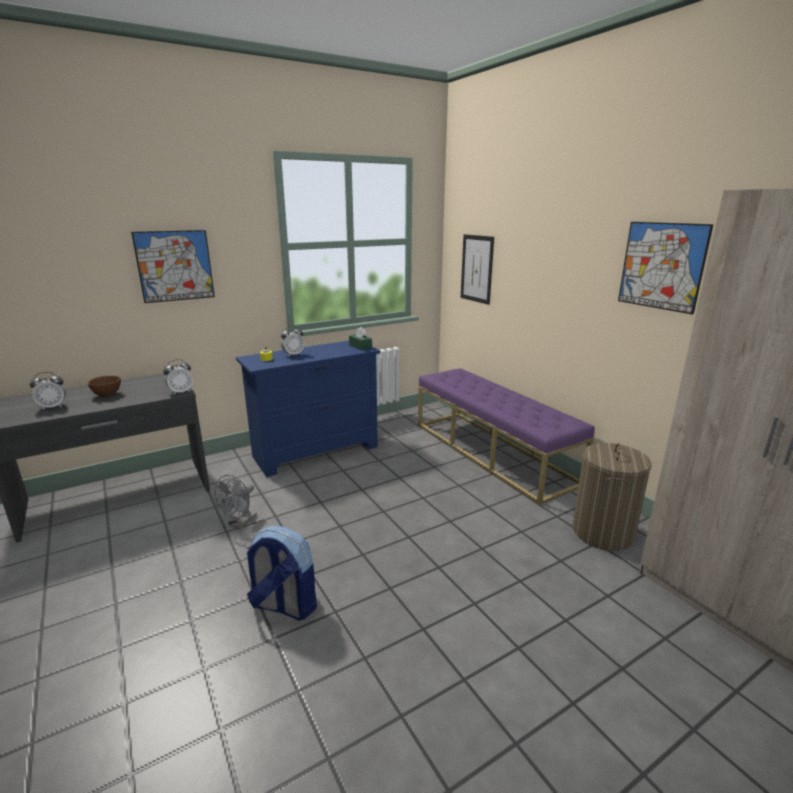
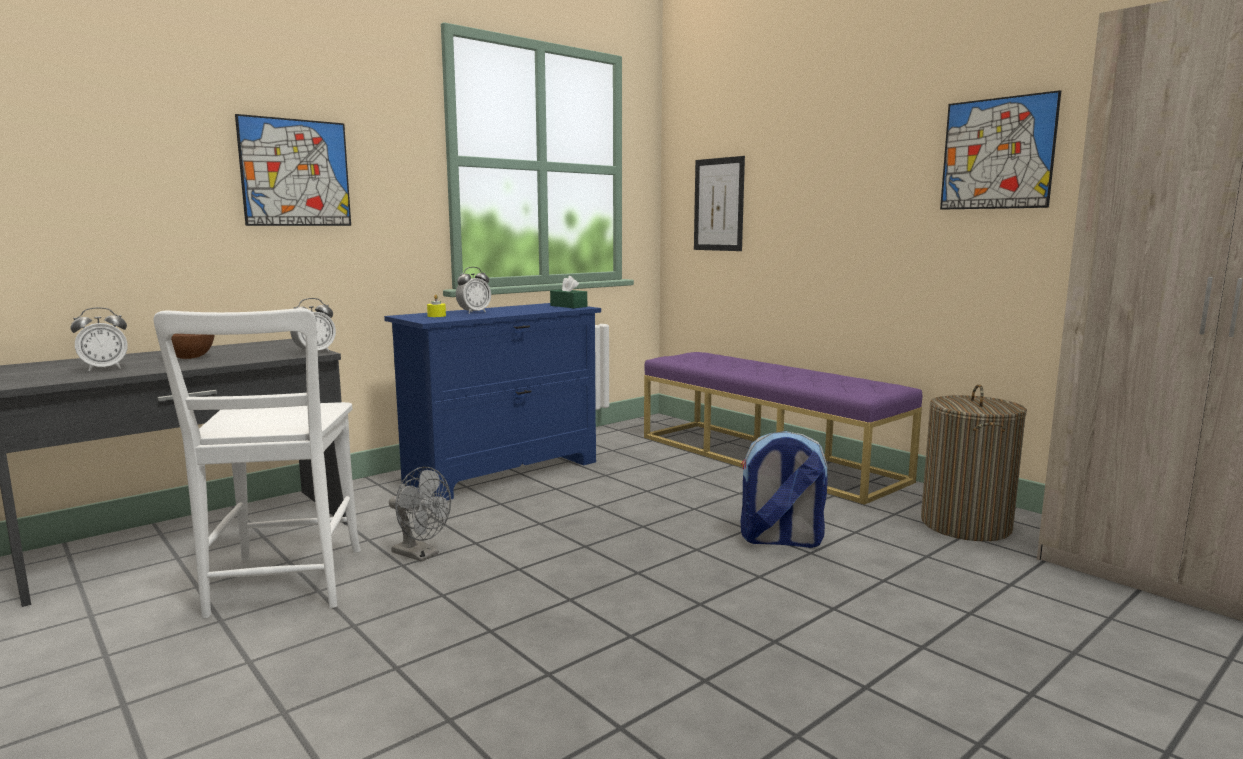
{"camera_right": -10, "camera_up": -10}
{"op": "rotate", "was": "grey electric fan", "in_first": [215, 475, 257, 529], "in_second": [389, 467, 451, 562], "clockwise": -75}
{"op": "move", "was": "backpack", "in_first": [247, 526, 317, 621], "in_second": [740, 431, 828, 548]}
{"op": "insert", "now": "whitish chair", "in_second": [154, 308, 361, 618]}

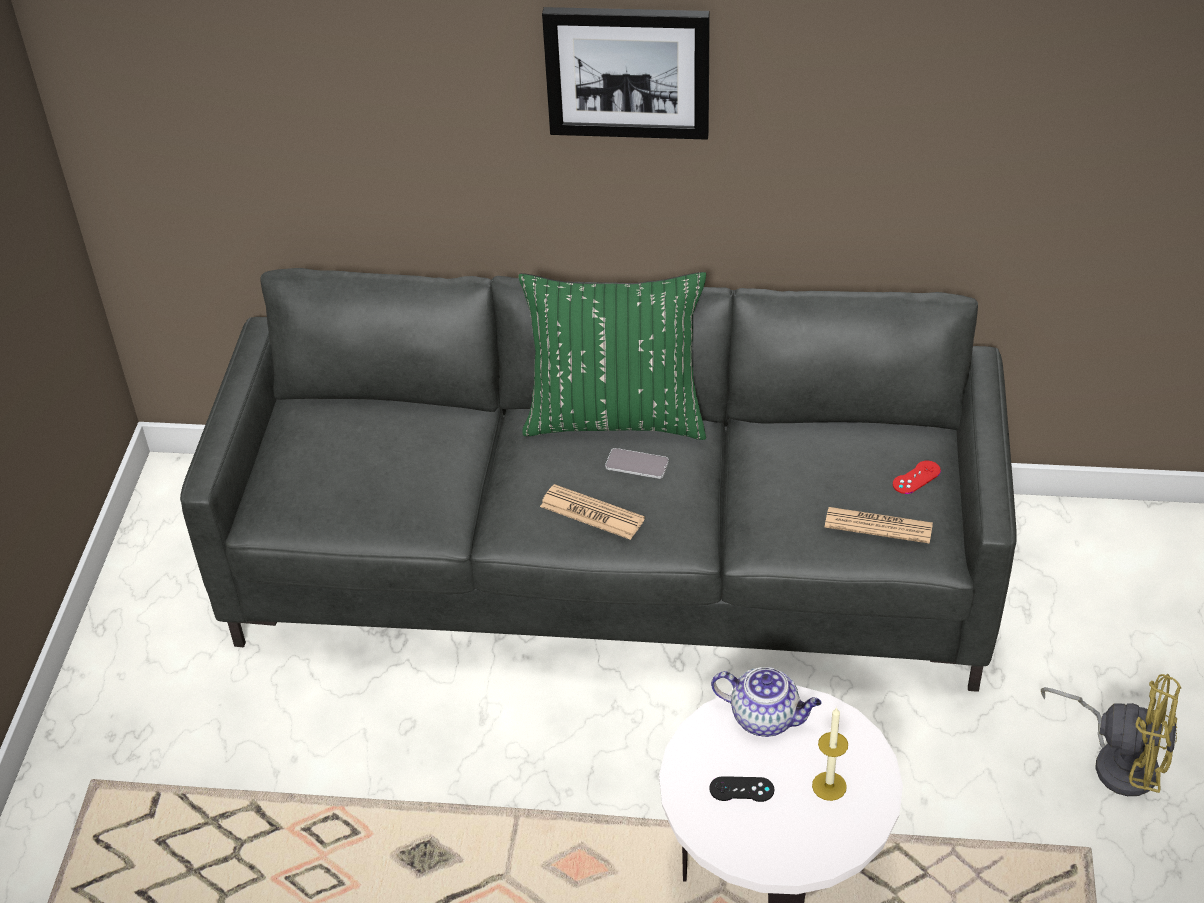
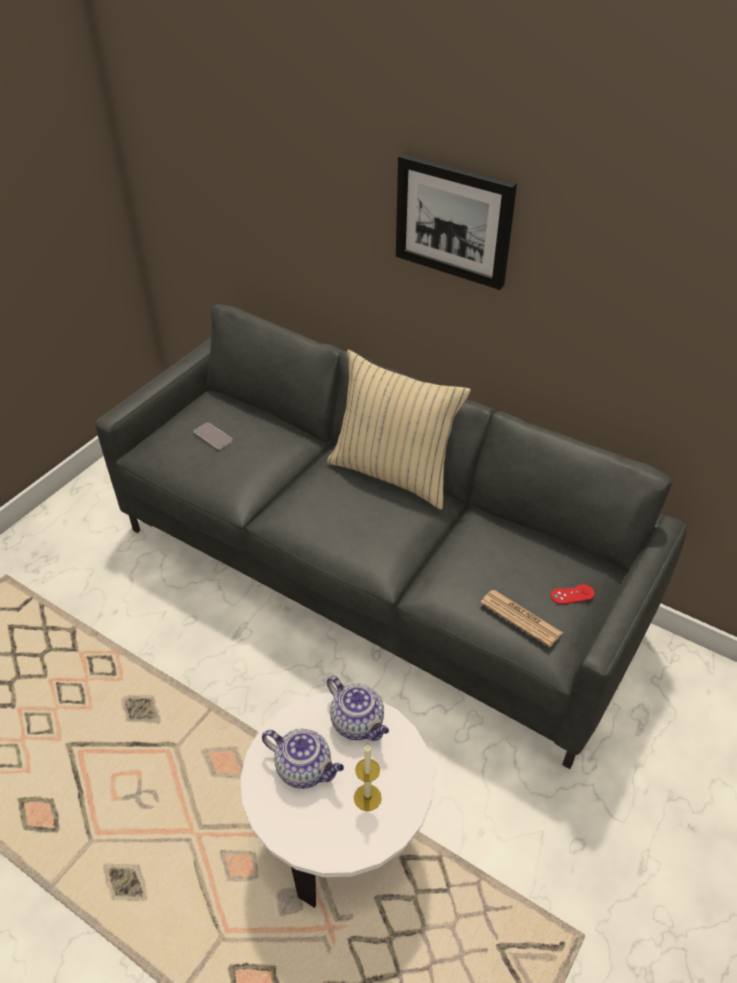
{"camera_right": 25, "camera_up": 0}
{"op": "recolor", "was": "green-coloured cushion", "now": "beige cushion", "in_first": [519, 272, 706, 440], "in_second": [327, 350, 471, 510]}
{"op": "move", "was": "phone", "in_first": [605, 448, 669, 479], "in_second": [194, 423, 233, 450]}
{"op": "delete", "was": "newspaper", "in_first": [540, 484, 645, 540]}
{"op": "delete", "was": "yellow-coloured electric fan", "in_first": [1041, 674, 1181, 796]}
{"op": "replace", "was": "black game controller", "now": "teapot", "in_first": [709, 776, 774, 802], "in_second": [262, 729, 344, 789]}

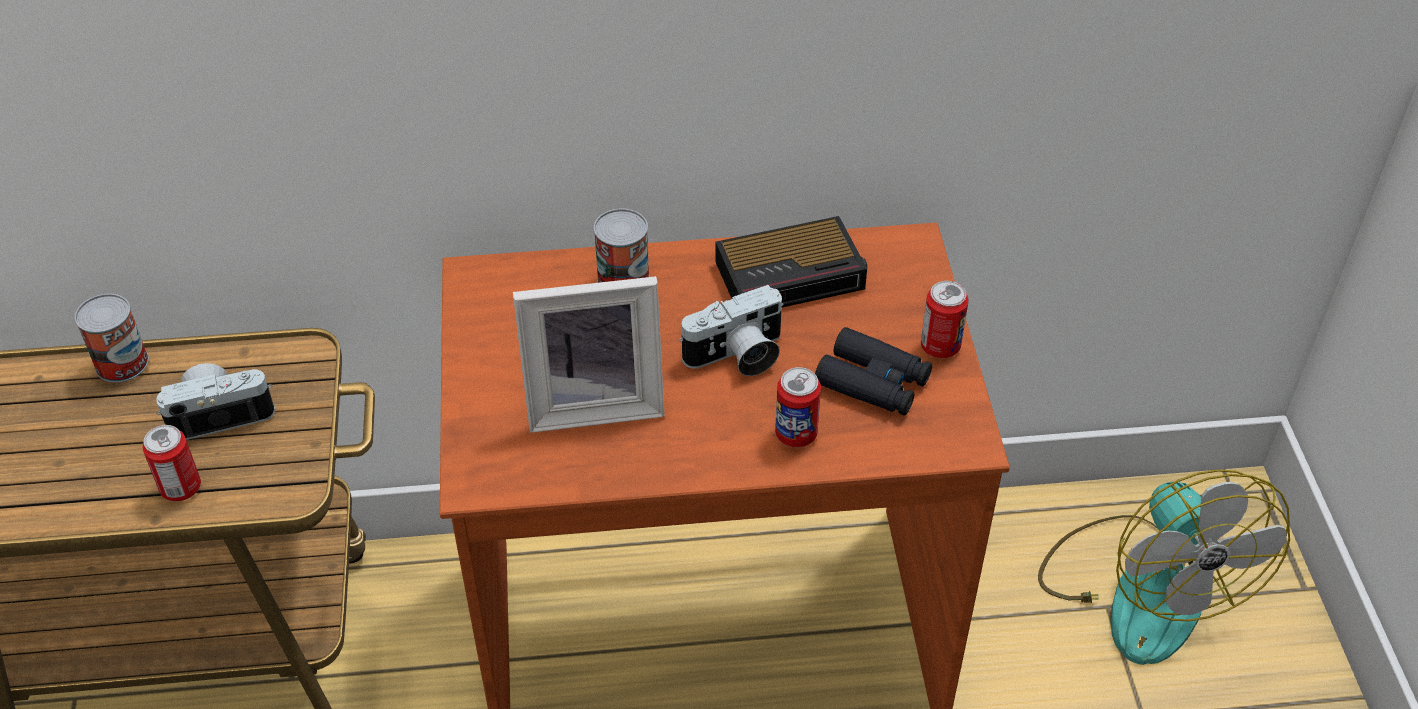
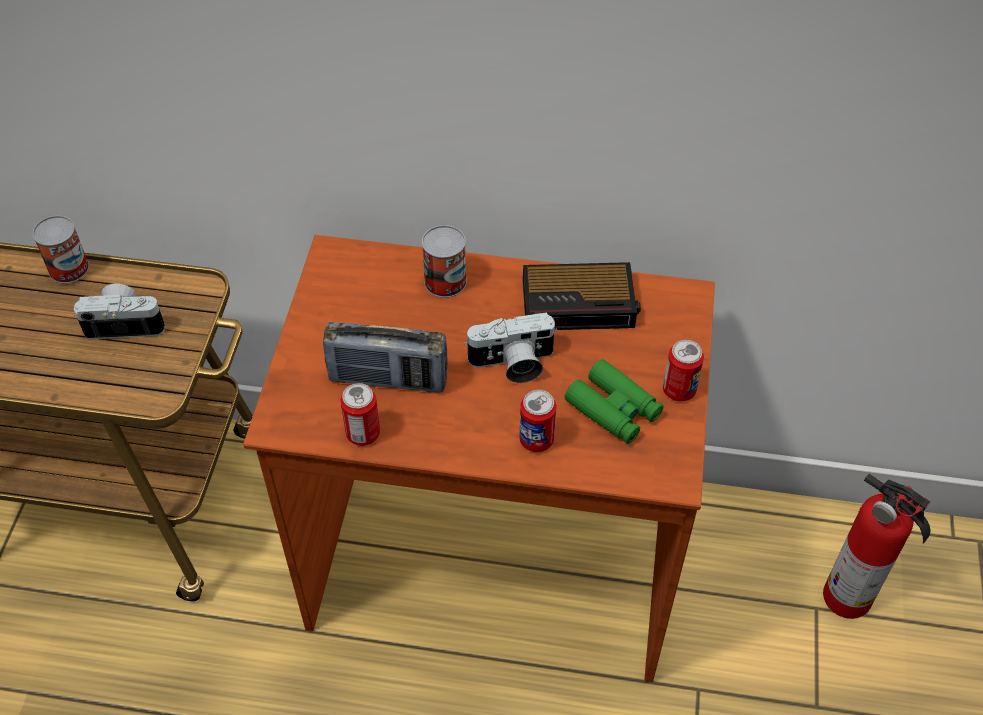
{"camera_right": 15, "camera_up": 5}
{"op": "replace", "was": "photo frame", "now": "radio", "in_first": [513, 276, 665, 433], "in_second": [323, 322, 447, 392]}
{"op": "recolor", "was": "black field glasses", "now": "green-coloured field glasses", "in_first": [815, 327, 932, 415], "in_second": [565, 359, 664, 444]}
{"op": "move", "was": "can", "in_first": [143, 425, 201, 501], "in_second": [340, 383, 380, 446]}
{"op": "replace", "was": "electric fan", "now": "fire-fighting cylinder", "in_first": [1038, 469, 1290, 665], "in_second": [823, 474, 931, 619]}

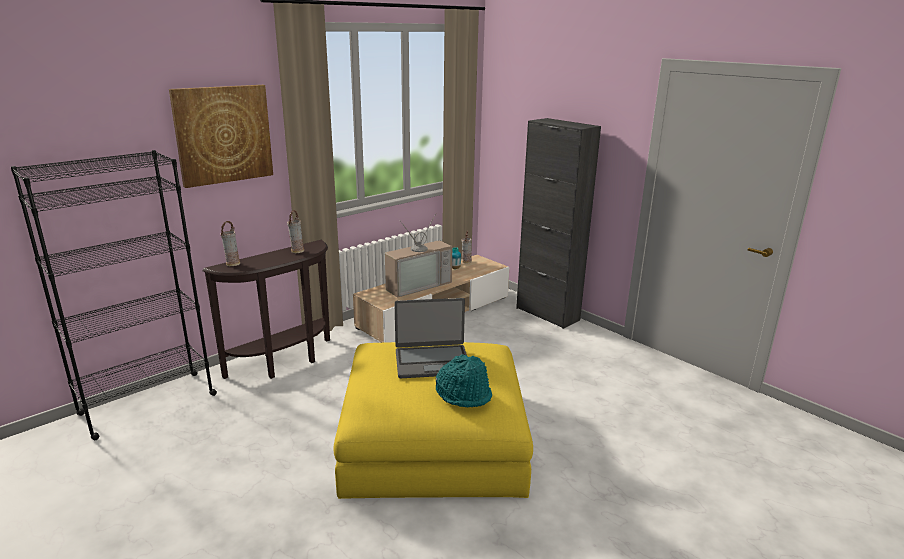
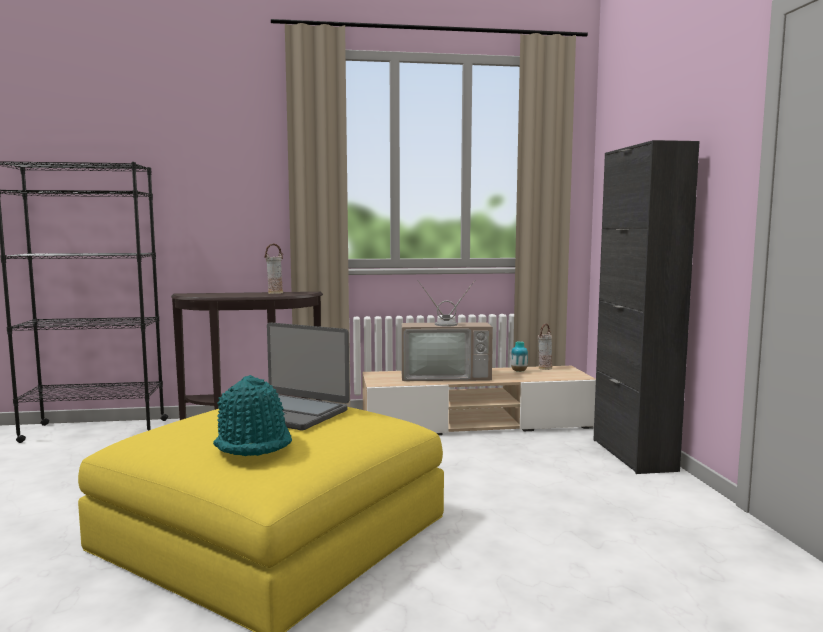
{"camera_right": 35, "camera_up": -15}
{"op": "delete", "was": "wall picture", "in_first": [169, 85, 273, 188]}
{"op": "delete", "was": "flower vase", "in_first": [221, 221, 240, 266]}

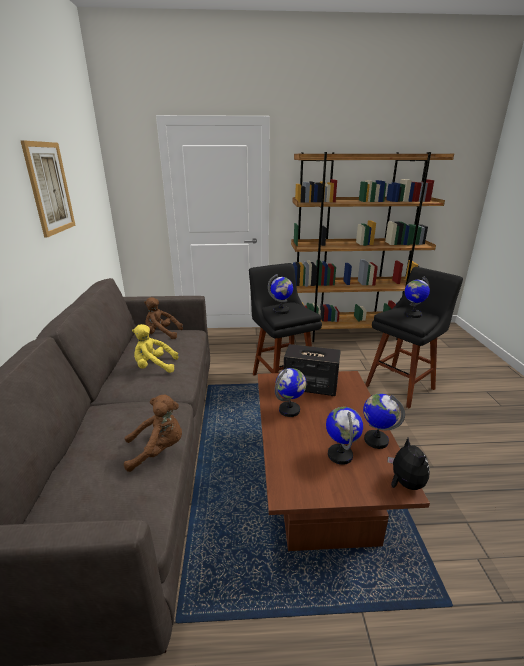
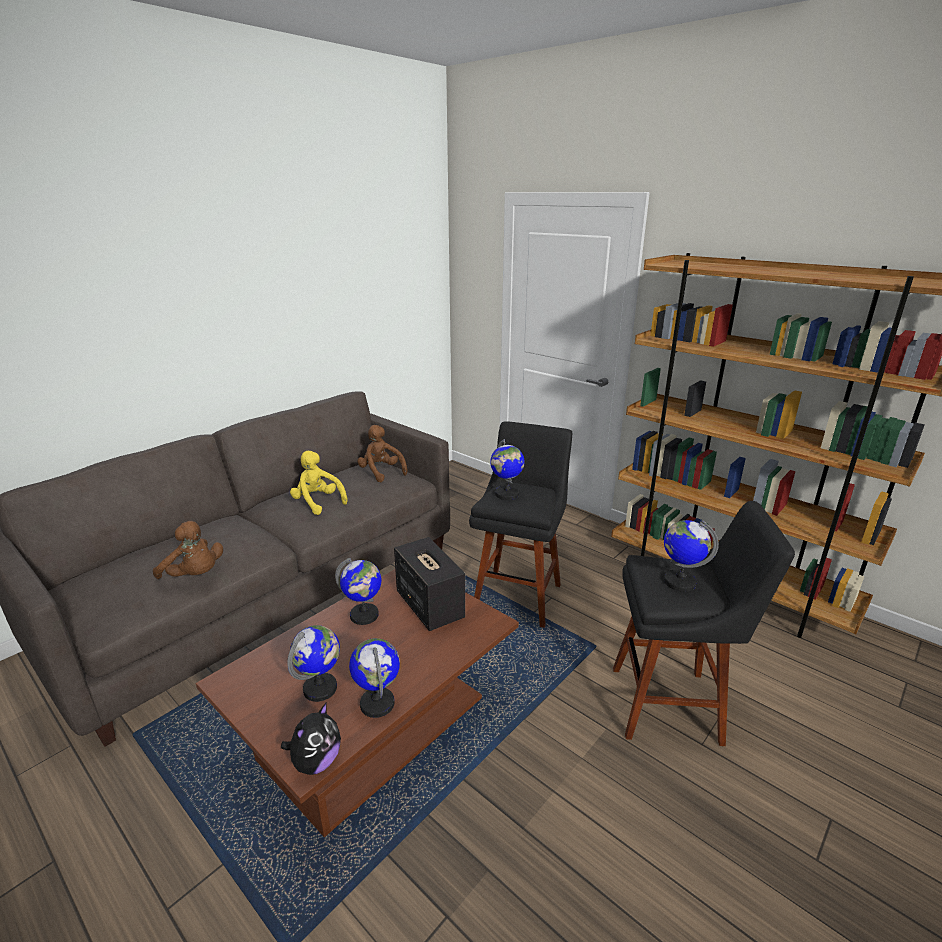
{"camera_right": 45, "camera_up": 0}
{"op": "delete", "was": "wall picture", "in_first": [20, 140, 76, 238]}

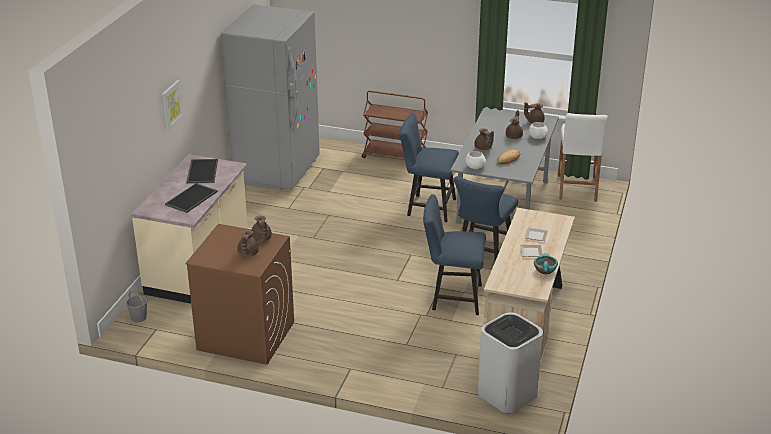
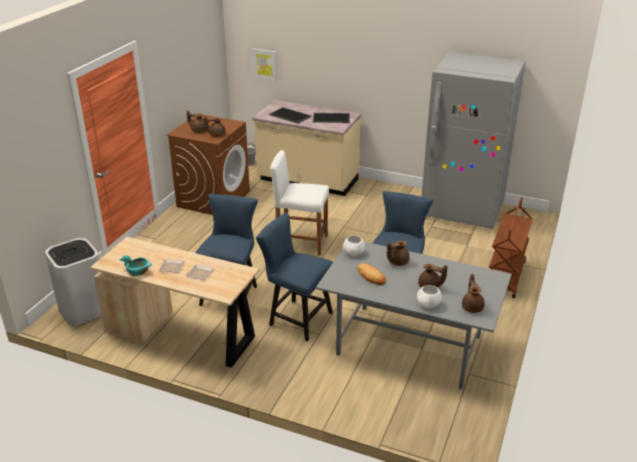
{"camera_right": 95, "camera_up": 0}
{"op": "move", "was": "wall picture", "in_first": [162, 80, 184, 130], "in_second": [252, 48, 277, 81]}
{"op": "move", "was": "whitish stool", "in_first": [558, 113, 608, 202], "in_second": [270, 150, 329, 256]}

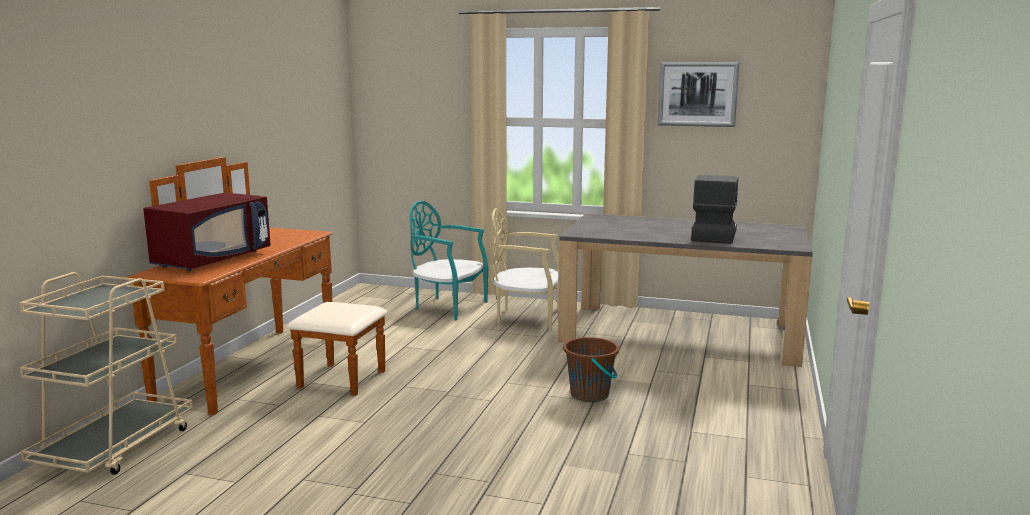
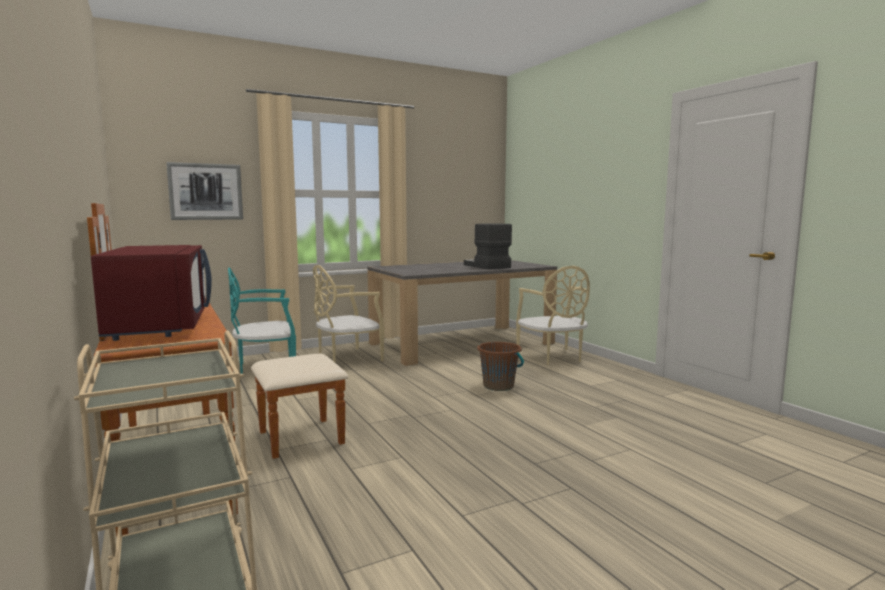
{"camera_right": -45, "camera_up": -5}
{"op": "move", "was": "wall picture", "in_first": [658, 62, 739, 127], "in_second": [166, 162, 243, 220]}
{"op": "insert", "now": "beige chair", "in_second": [516, 266, 590, 365]}

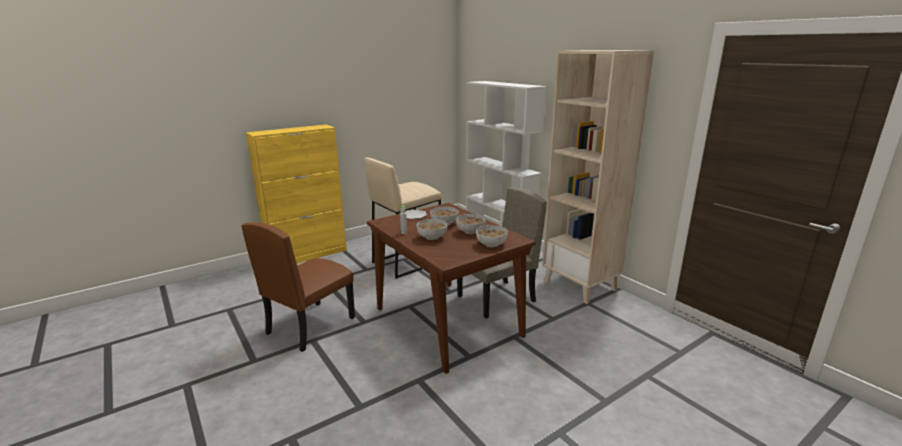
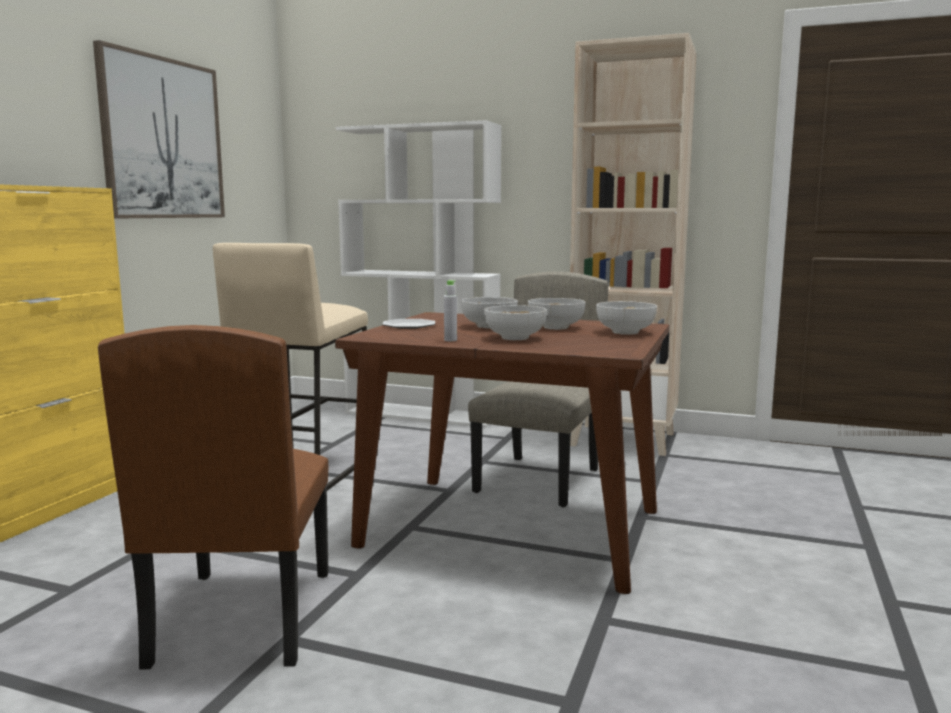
{"camera_right": -35, "camera_up": -10}
{"op": "insert", "now": "wall picture", "in_second": [93, 40, 225, 219]}

